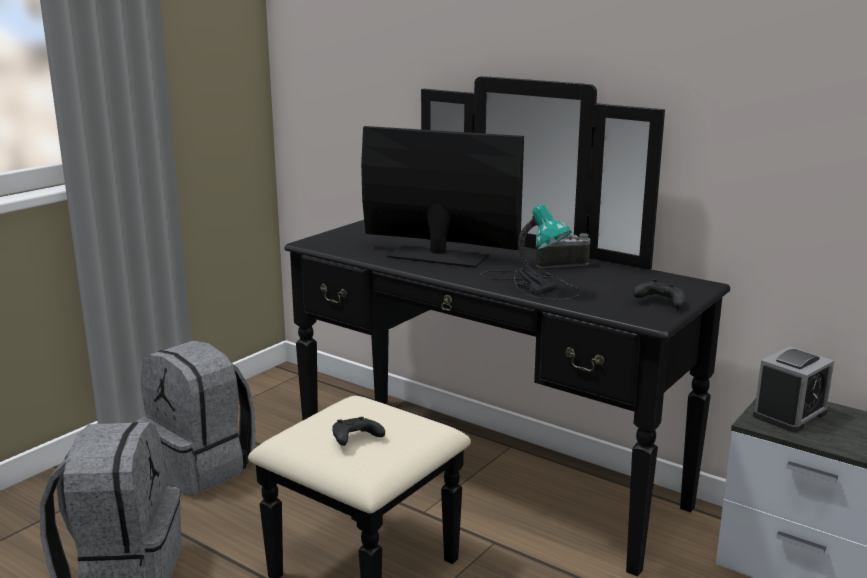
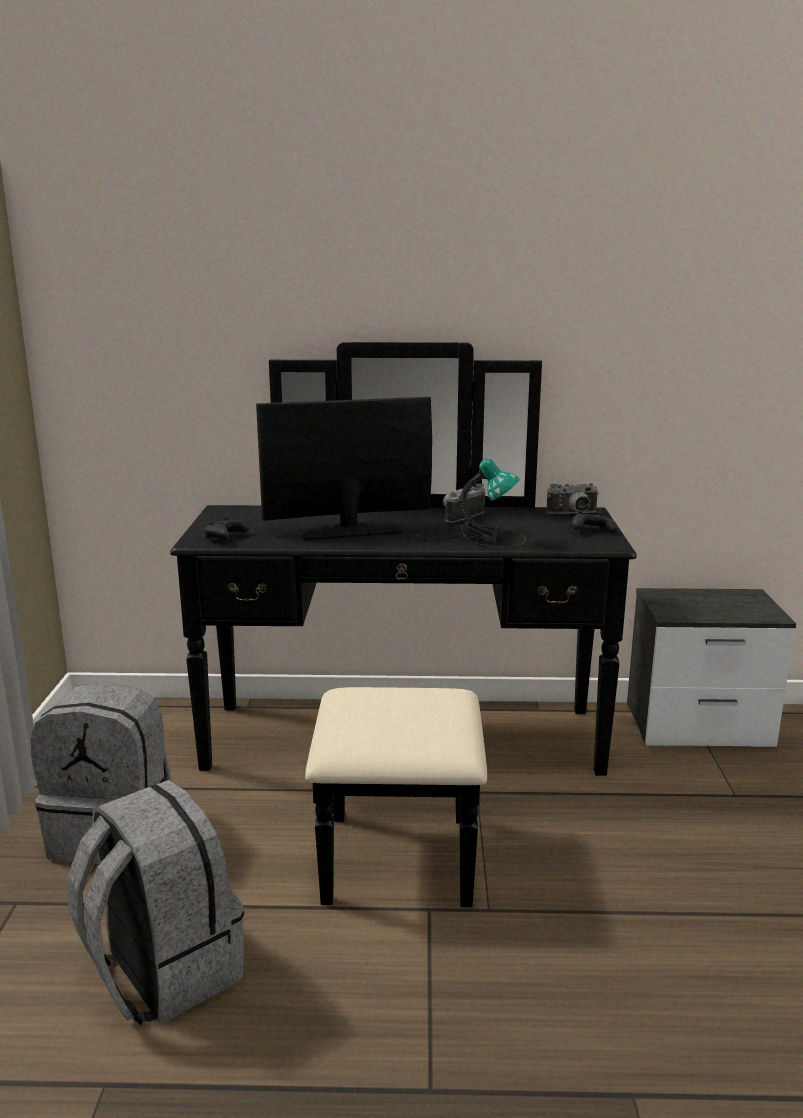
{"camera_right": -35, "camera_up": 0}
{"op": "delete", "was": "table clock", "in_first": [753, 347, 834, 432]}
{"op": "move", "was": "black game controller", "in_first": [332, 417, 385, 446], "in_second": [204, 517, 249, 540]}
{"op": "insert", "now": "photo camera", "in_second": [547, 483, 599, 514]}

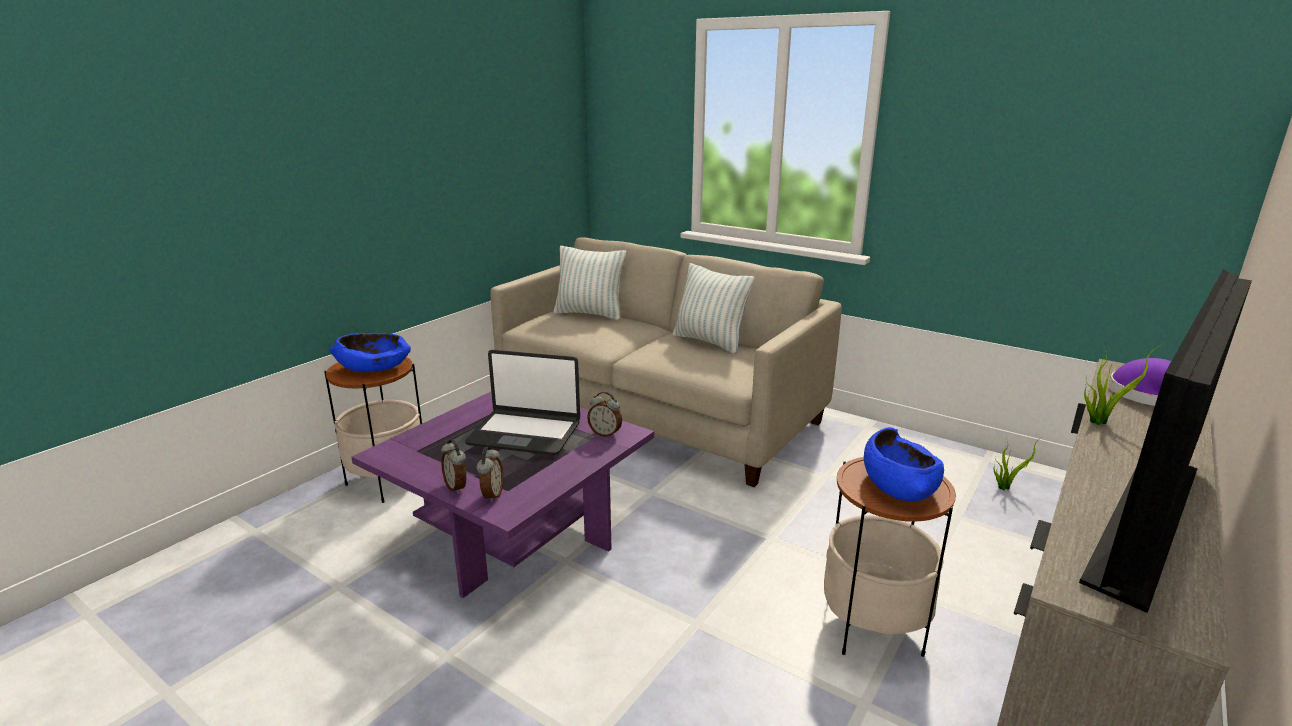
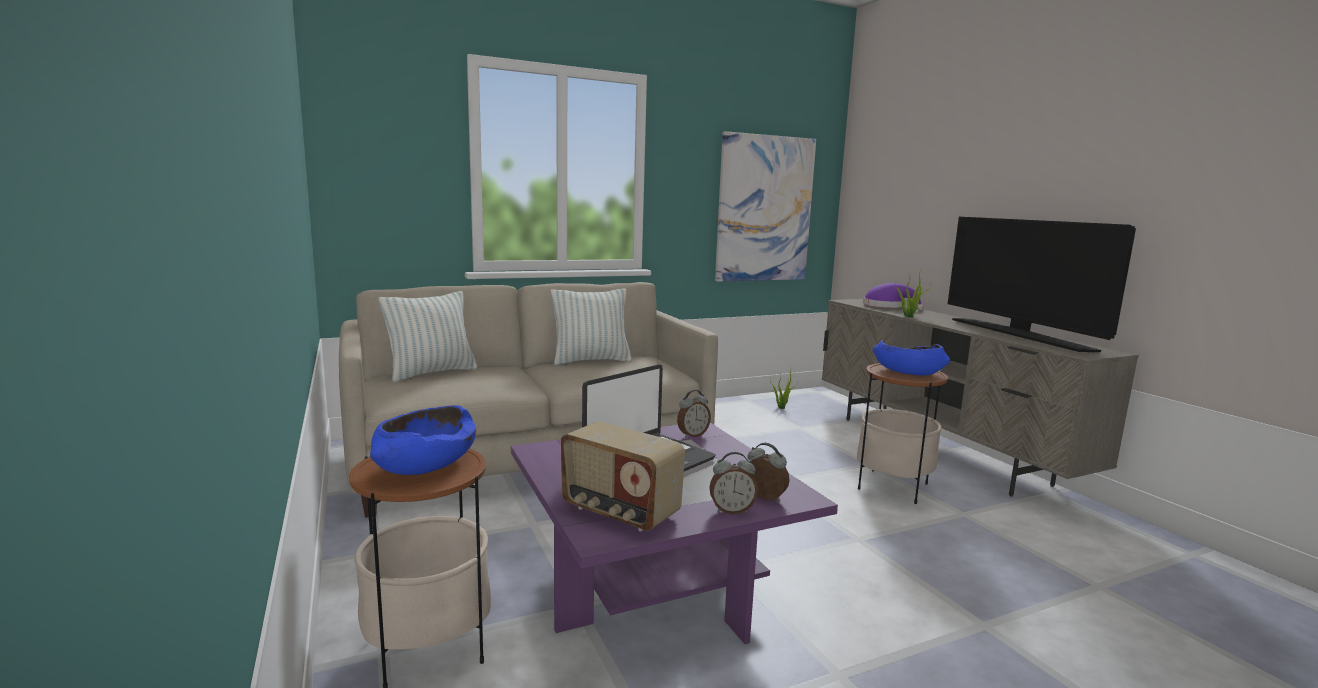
{"camera_right": -60, "camera_up": -10}
{"op": "insert", "now": "wall picture", "in_second": [715, 131, 816, 282]}
{"op": "insert", "now": "radio", "in_second": [561, 421, 685, 531]}

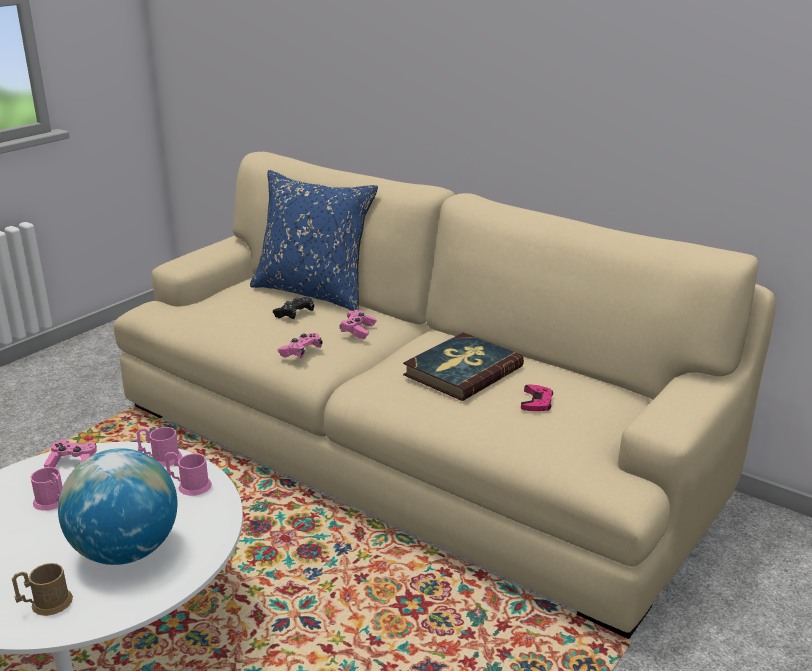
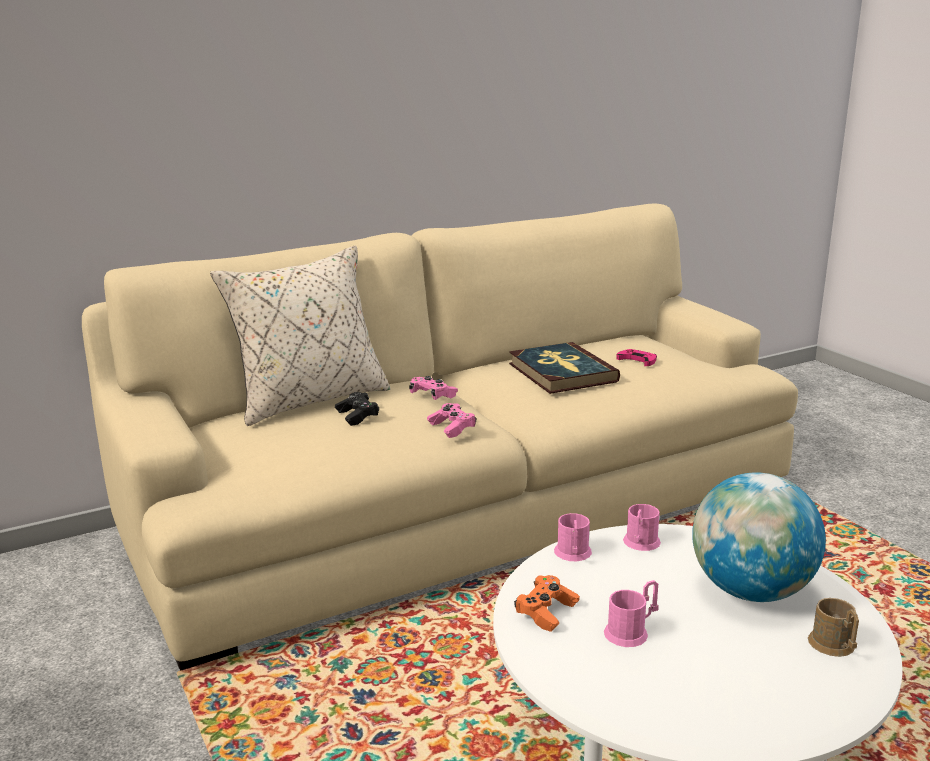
{"camera_right": -65, "camera_up": -5}
{"op": "recolor", "was": "blue-coloured cushion", "now": "beige cushion", "in_first": [250, 170, 378, 311], "in_second": [210, 246, 390, 426]}
{"op": "recolor", "was": "pink-coloured game controller", "now": "orange game controller", "in_first": [44, 439, 97, 468], "in_second": [514, 575, 580, 632]}

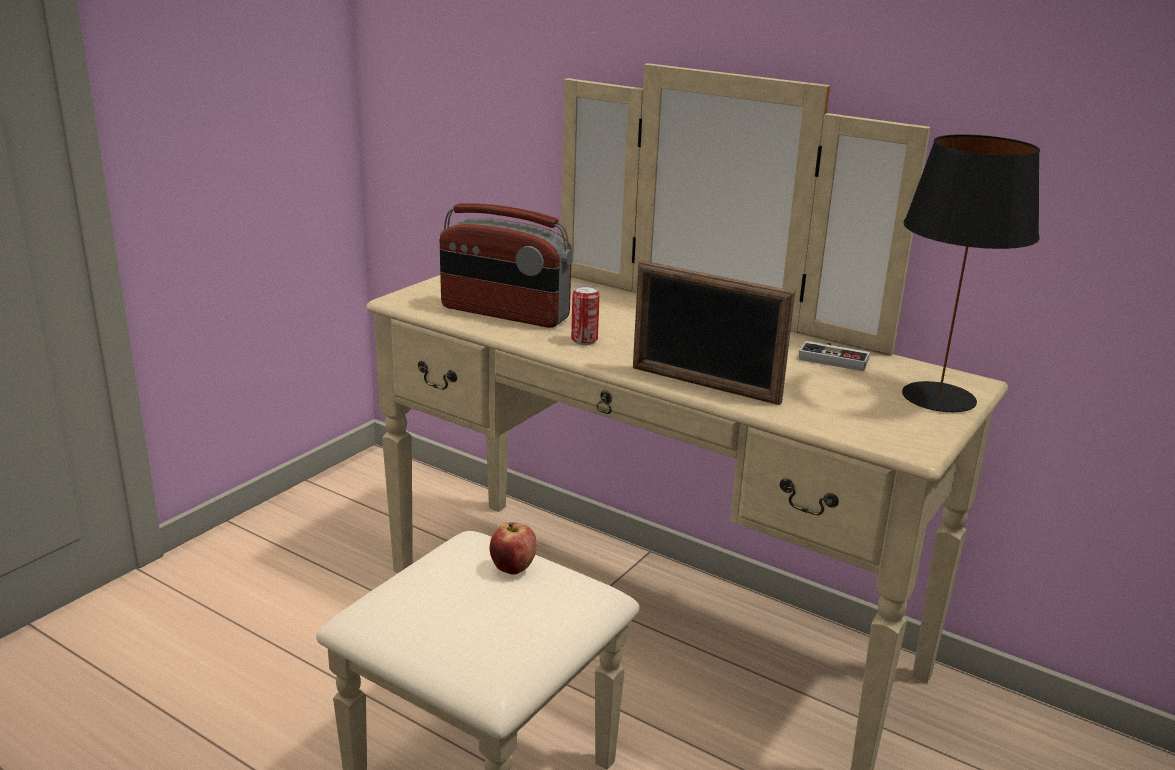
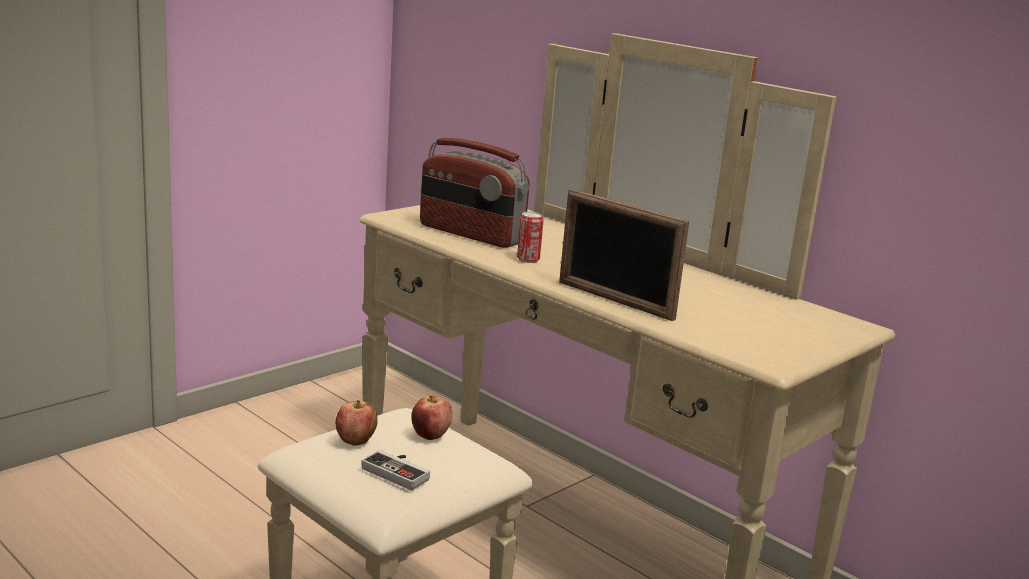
{"camera_right": 10, "camera_up": -5}
{"op": "delete", "was": "black tabletop lamp", "in_first": [902, 134, 1040, 412]}
{"op": "move", "was": "game controller", "in_first": [799, 341, 870, 371], "in_second": [361, 450, 430, 490]}
{"op": "insert", "now": "apple fruit", "in_second": [336, 400, 378, 446]}

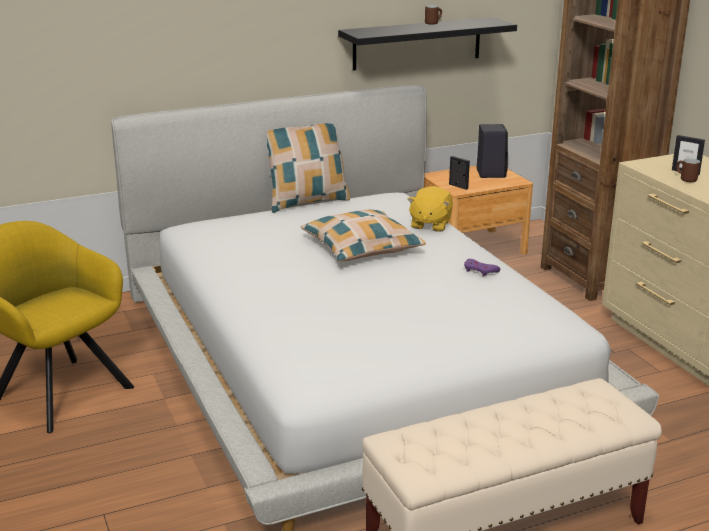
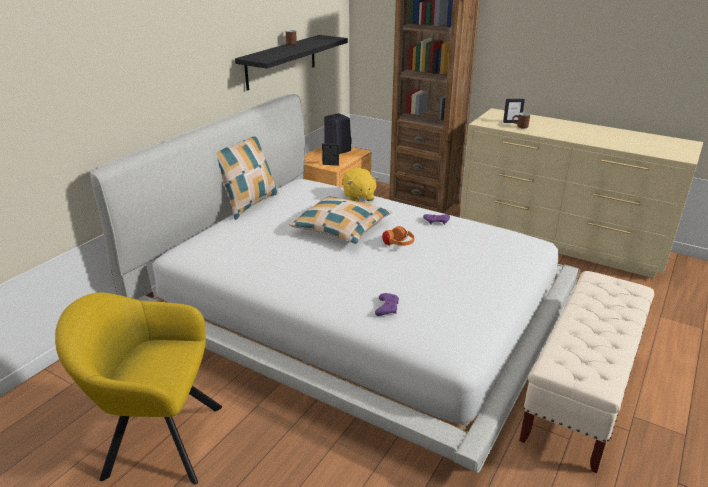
{"camera_right": -35, "camera_up": 5}
{"op": "insert", "now": "orange headphones", "in_second": [382, 226, 415, 246]}
{"op": "insert", "now": "purple-coloured game controller", "in_second": [375, 293, 399, 316]}

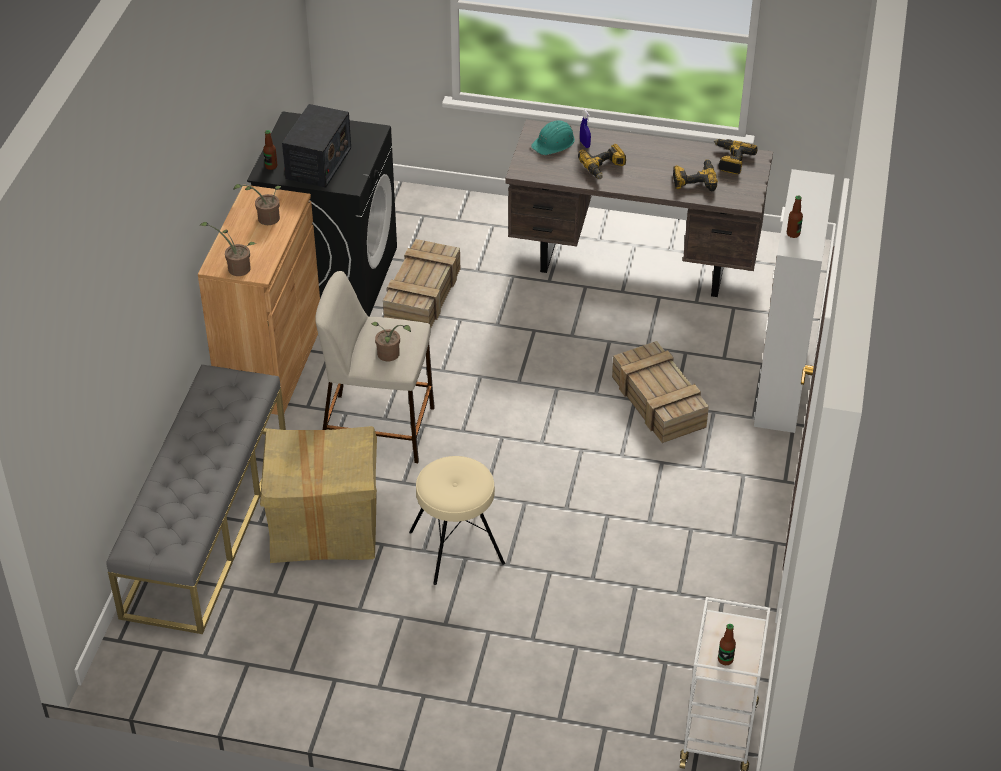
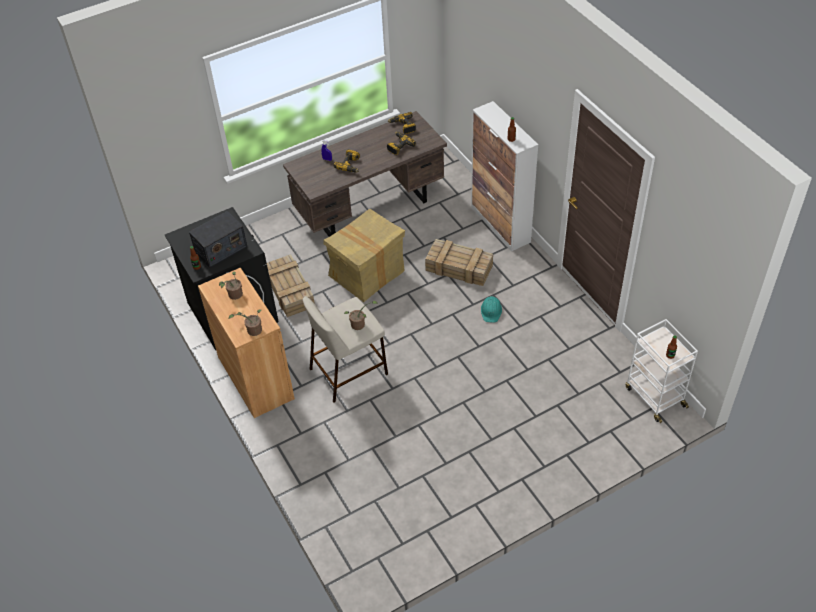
{"camera_right": -40, "camera_up": 5}
{"op": "rotate", "was": "radio", "in_first": [282, 104, 351, 188], "in_second": [189, 211, 247, 268], "clockwise": 75}
{"op": "move", "was": "turquoise hard hat", "in_first": [531, 120, 575, 155], "in_second": [481, 296, 502, 323]}
{"op": "delete", "was": "grey indoor bench", "in_first": [106, 364, 286, 634]}
{"op": "move", "was": "cardboard box", "in_first": [260, 426, 377, 563], "in_second": [323, 209, 405, 302]}
{"op": "delete", "was": "beige stool", "in_first": [409, 456, 505, 585]}

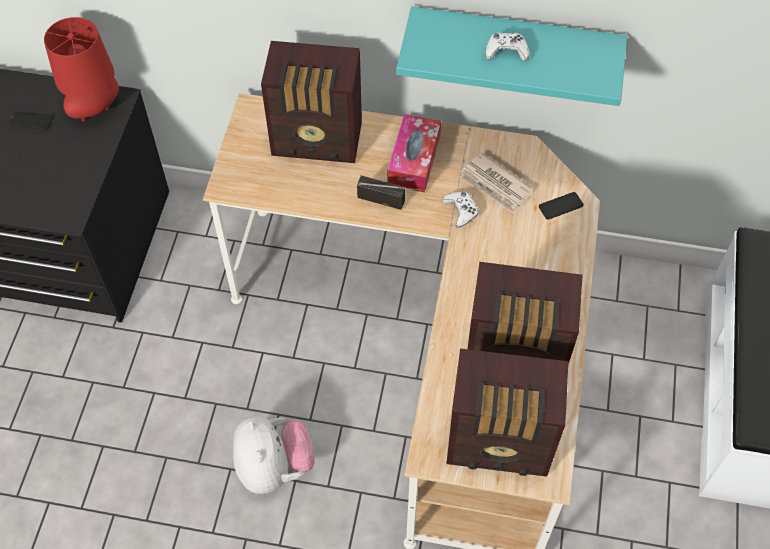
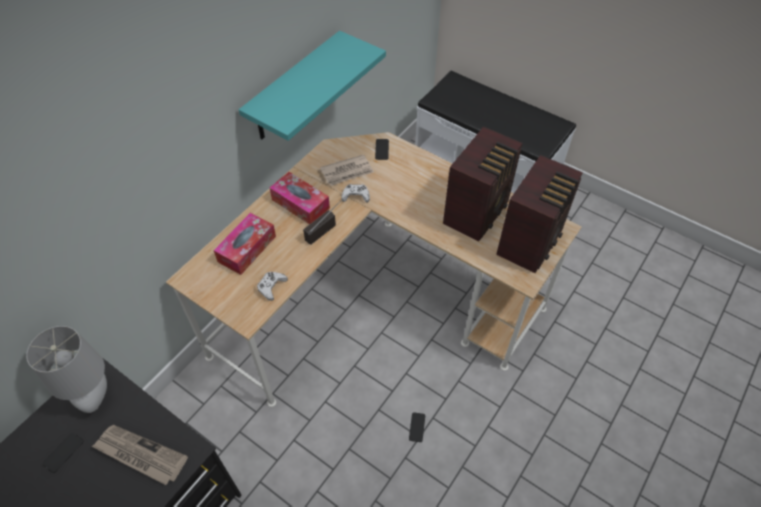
{"camera_right": -65, "camera_up": -5}
{"op": "recolor", "was": "red tabletop lamp", "now": "grey tabletop lamp", "in_first": [44, 17, 119, 121], "in_second": [26, 326, 107, 413]}
{"op": "move", "was": "whitish game controller", "in_first": [485, 32, 529, 61], "in_second": [257, 272, 288, 301]}
{"op": "replace", "was": "radio", "now": "tissue box", "in_first": [261, 41, 362, 163], "in_second": [213, 213, 276, 275]}
{"op": "replace", "was": "cuddly toy", "now": "phone", "in_first": [233, 416, 315, 494], "in_second": [409, 412, 425, 442]}
{"op": "insert", "now": "newspaper", "in_second": [91, 425, 188, 485]}

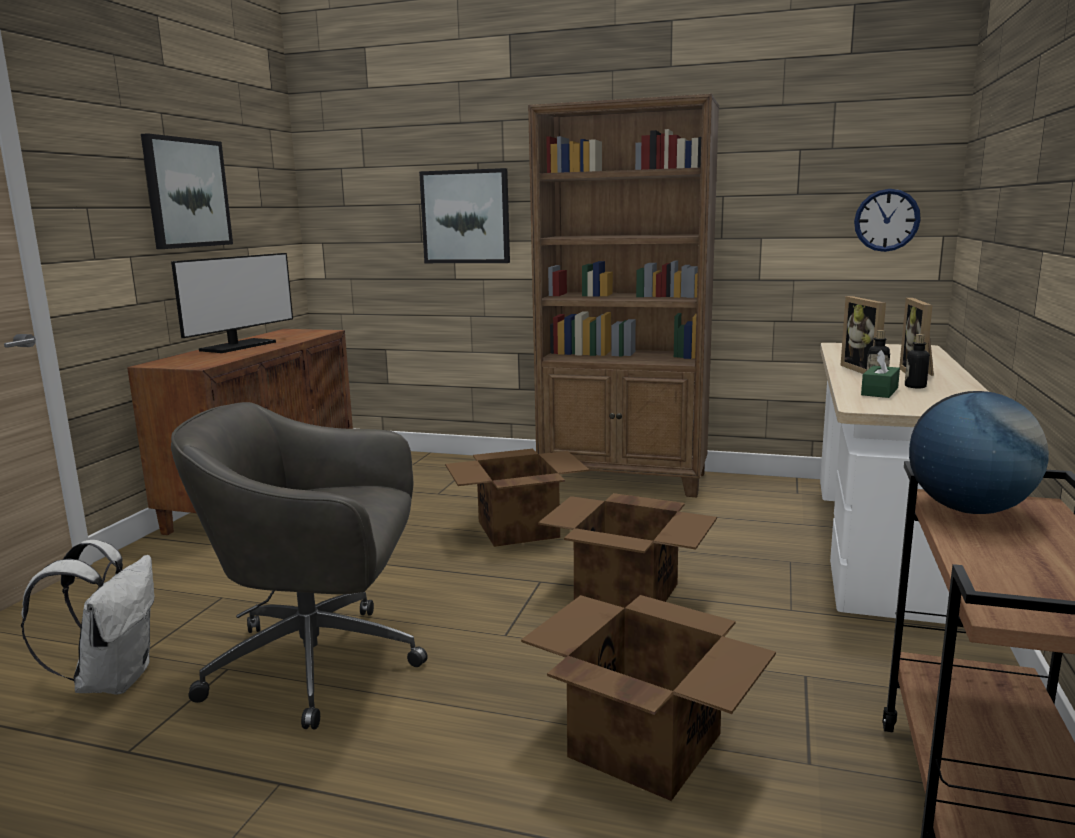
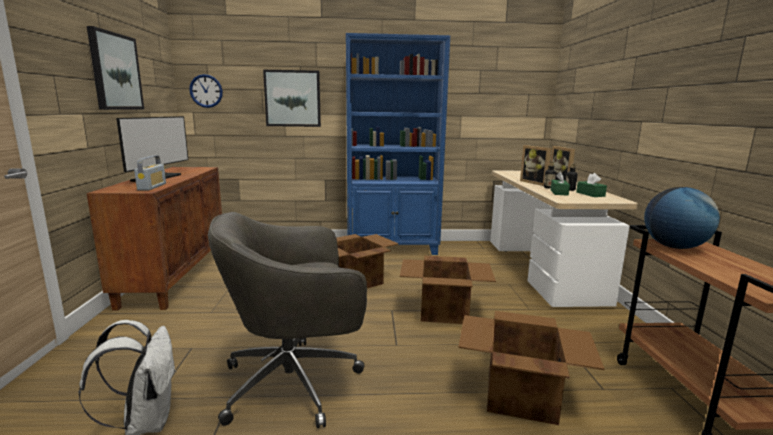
{"camera_right": -20, "camera_up": 0}
{"op": "recolor", "was": "brown-coloured shelving unit", "now": "blue-coloured shelving unit", "in_first": [528, 94, 719, 497], "in_second": [346, 33, 450, 255]}
{"op": "move", "was": "clock on the wall", "in_first": [854, 189, 921, 252], "in_second": [189, 74, 223, 108]}
{"op": "insert", "now": "radio", "in_second": [134, 155, 166, 190]}
{"op": "insert", "now": "green-coloured tissue box", "in_second": [576, 173, 607, 197]}

